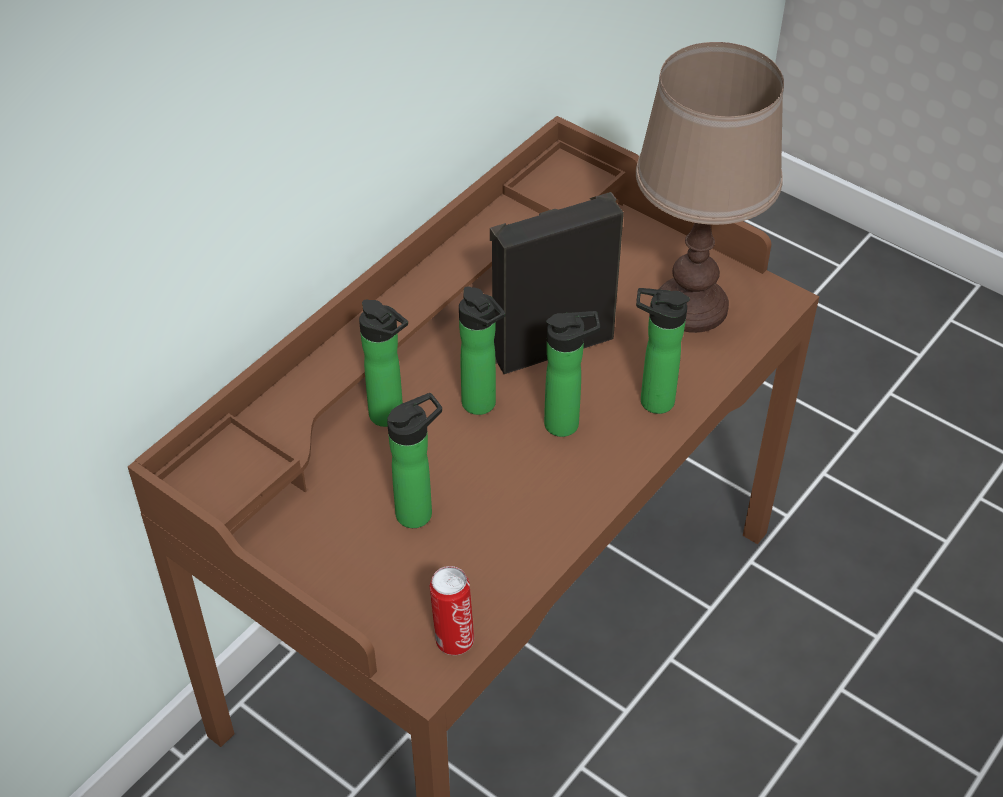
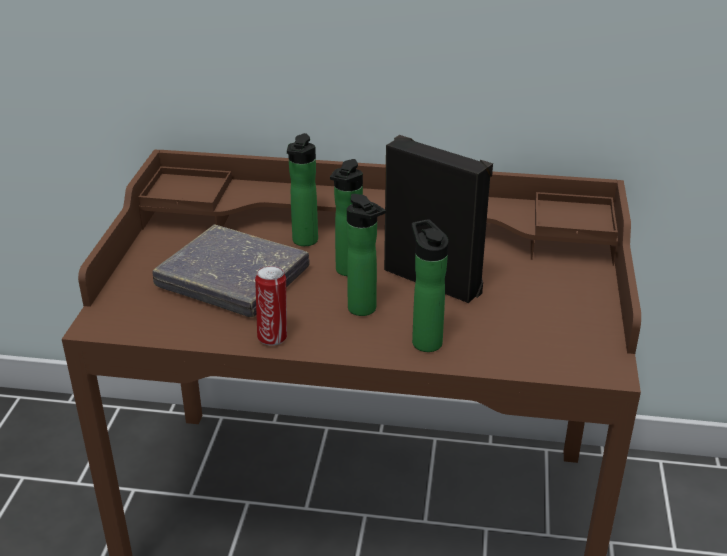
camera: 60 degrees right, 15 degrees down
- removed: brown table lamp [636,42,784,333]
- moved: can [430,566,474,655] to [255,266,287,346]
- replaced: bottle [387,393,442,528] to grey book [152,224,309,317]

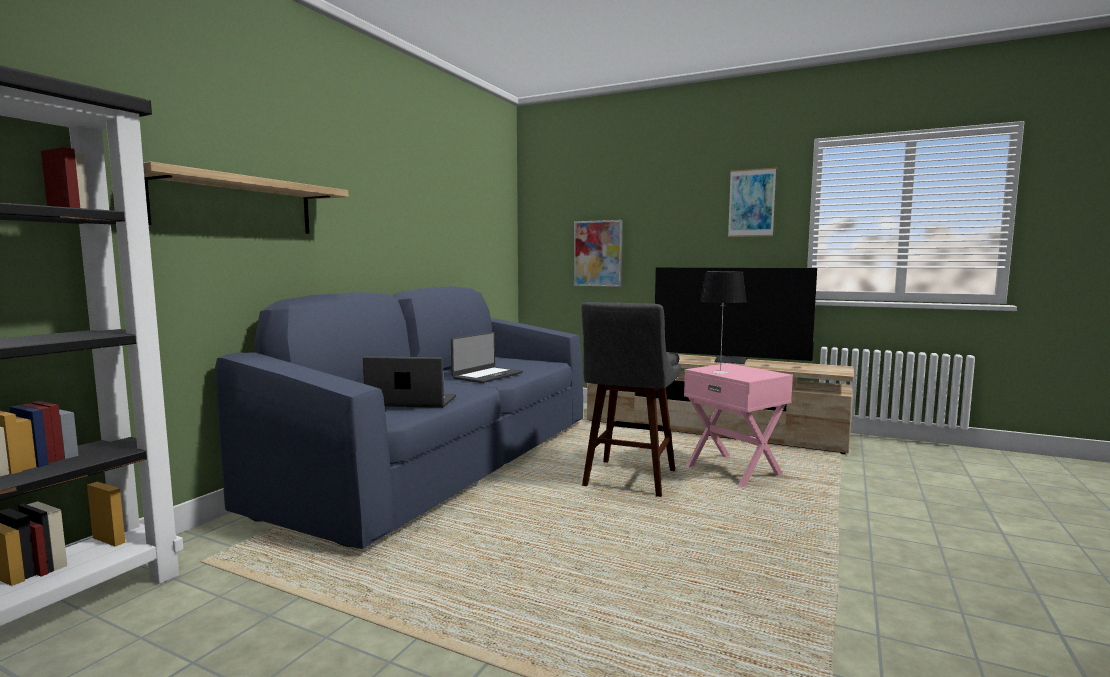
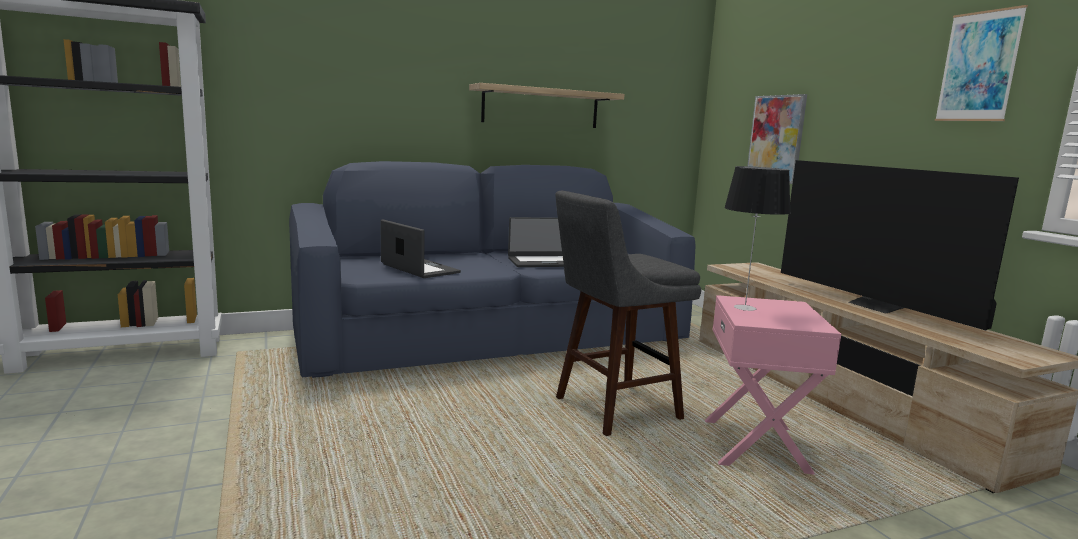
camera: 40 degrees right, 5 degrees up
- moved: shelf [143,162,348,234] to [469,83,625,128]

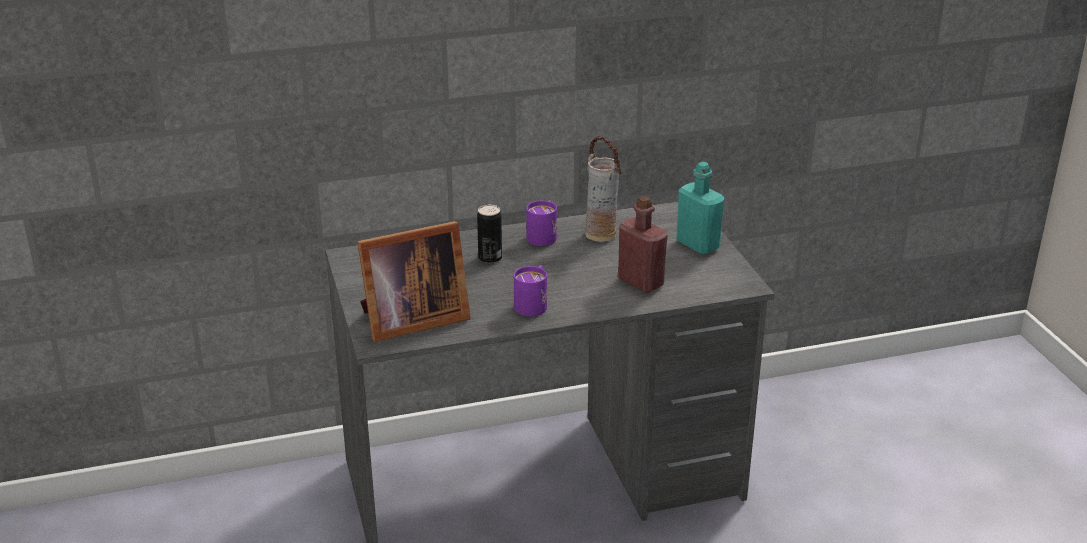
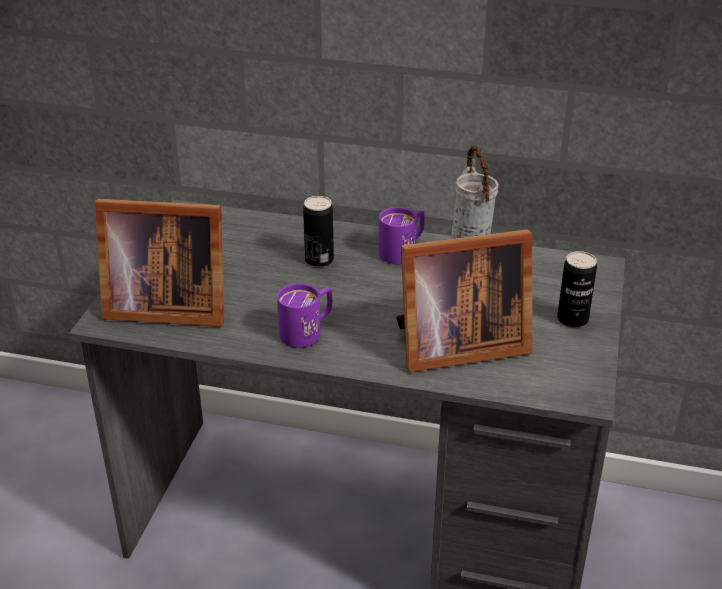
camera: 30 degrees right, 5 degrees up
- replaced: red bottle [618,196,668,293] to picture frame [396,229,532,372]
- replaced: turquoise bottle [676,162,724,255] to can [557,251,597,327]

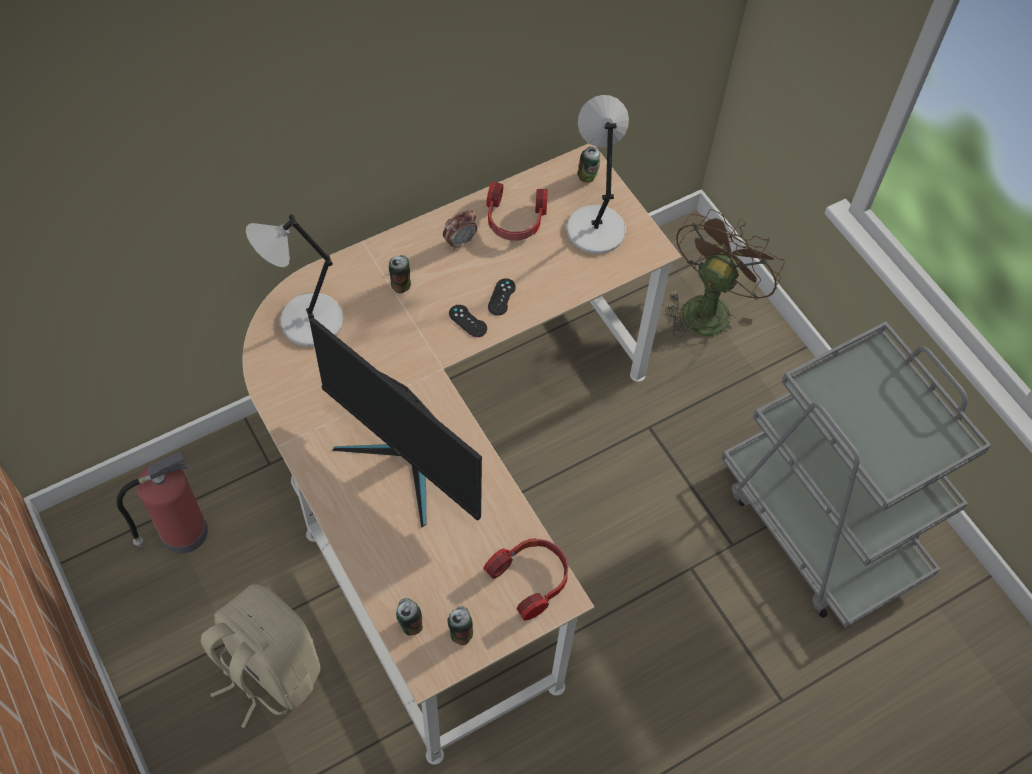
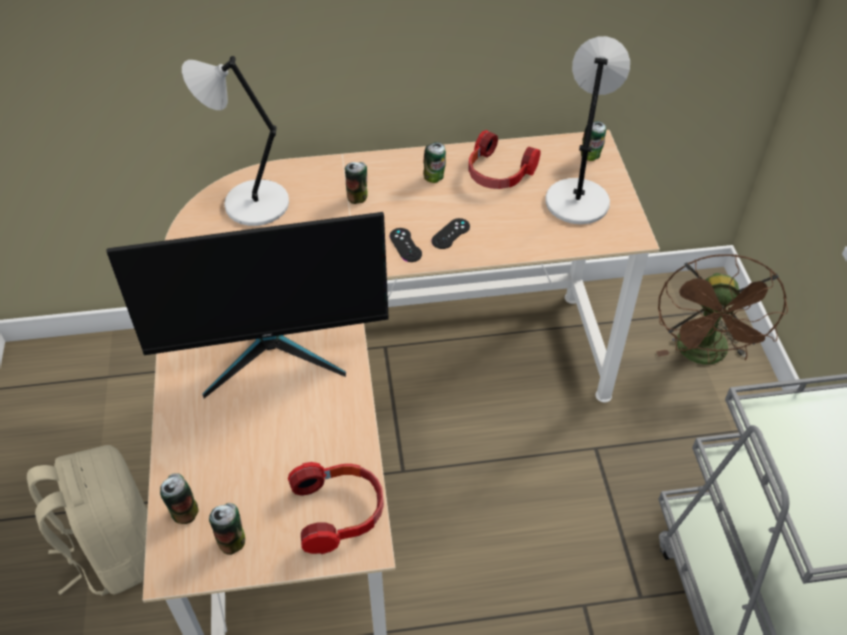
camera: 25 degrees right, 10 degrees down
- removed: fire extinguisher [117,451,208,554]
- replaced: alarm clock [443,210,477,250] to can [423,142,446,183]
- turned: monitor [309,317,482,528] = [106,212,389,398] 75 degrees counterclockwise
- turned: brown fan [665,209,785,338] = [656,254,788,365] 135 degrees clockwise

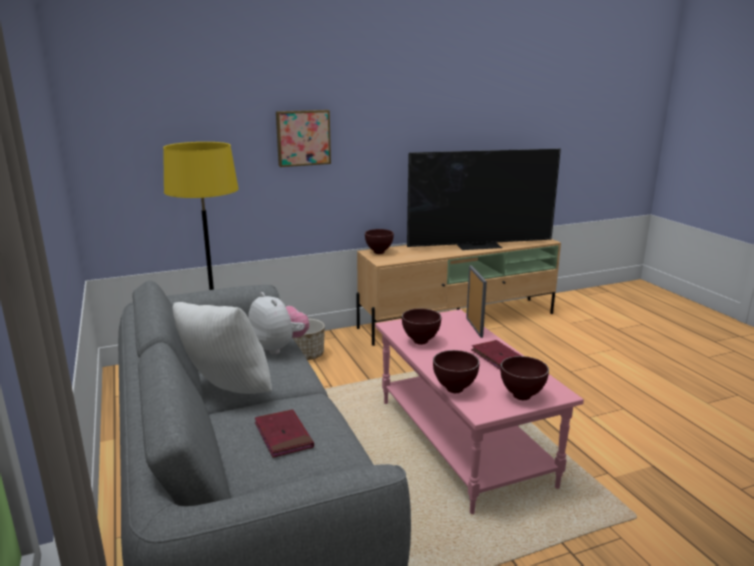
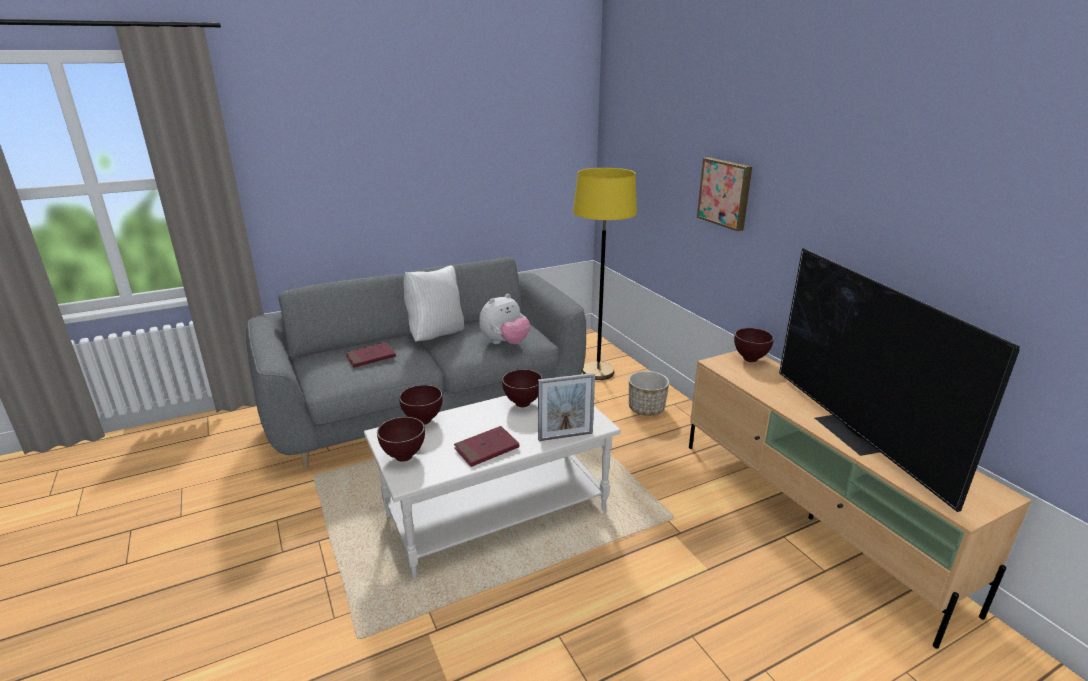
camera: 85 degrees right, 5 degrees up
- recoloured: pink coffee table [375,309,584,514] to white coffee table [364,395,621,579]

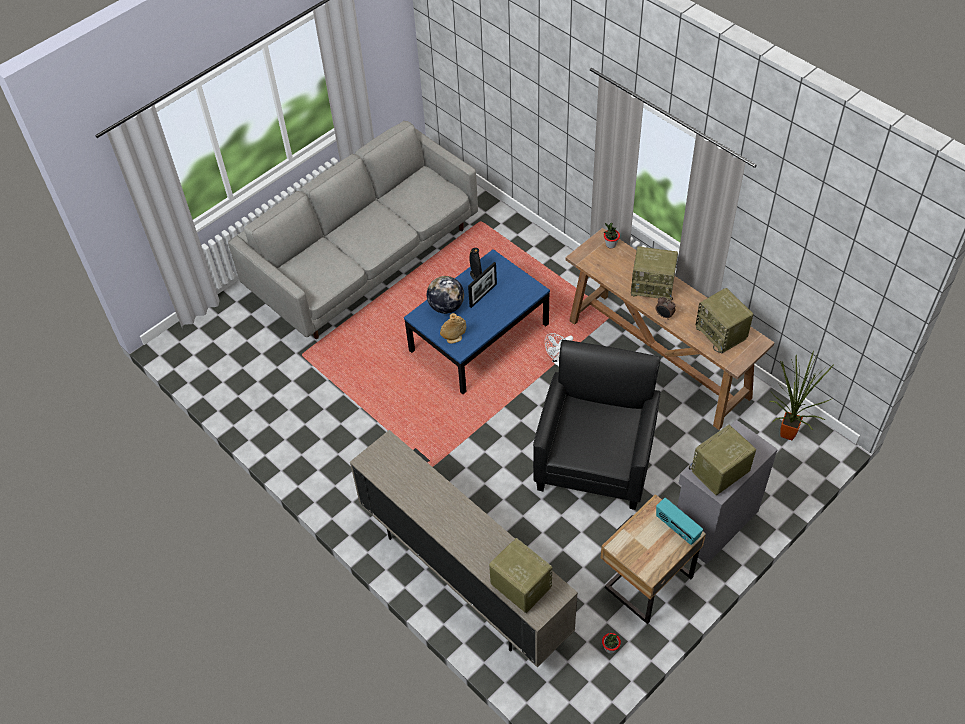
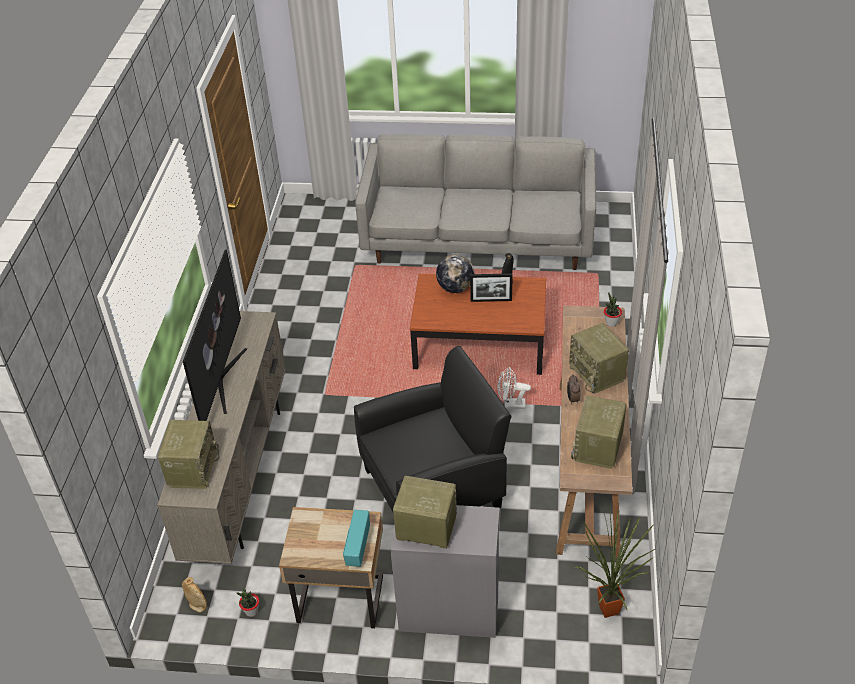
camera: 50 degrees right, 10 degrees down
- added: television [183,250,247,421]
- moved: beige vase [440,313,466,344] to [182,577,207,612]
- recoloured: blue coffee table [404,249,550,394] to brown coffee table [410,274,546,375]

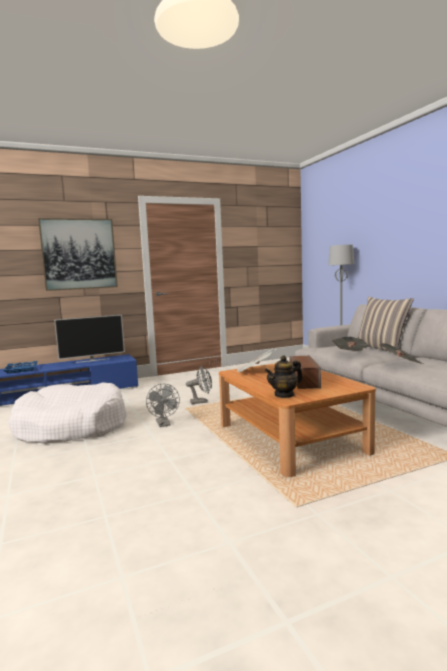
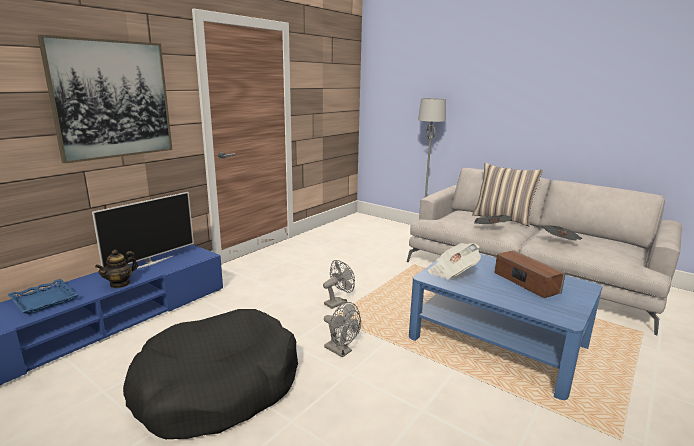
camera: 30 degrees left, 10 degrees up
- moved: teapot [265,356,303,398] to [95,250,138,288]
- recoloured: white dog bed [9,382,126,444] to black dog bed [123,309,298,439]
- recoloured: brown coffee table [219,361,376,477] to blue coffee table [409,253,602,400]

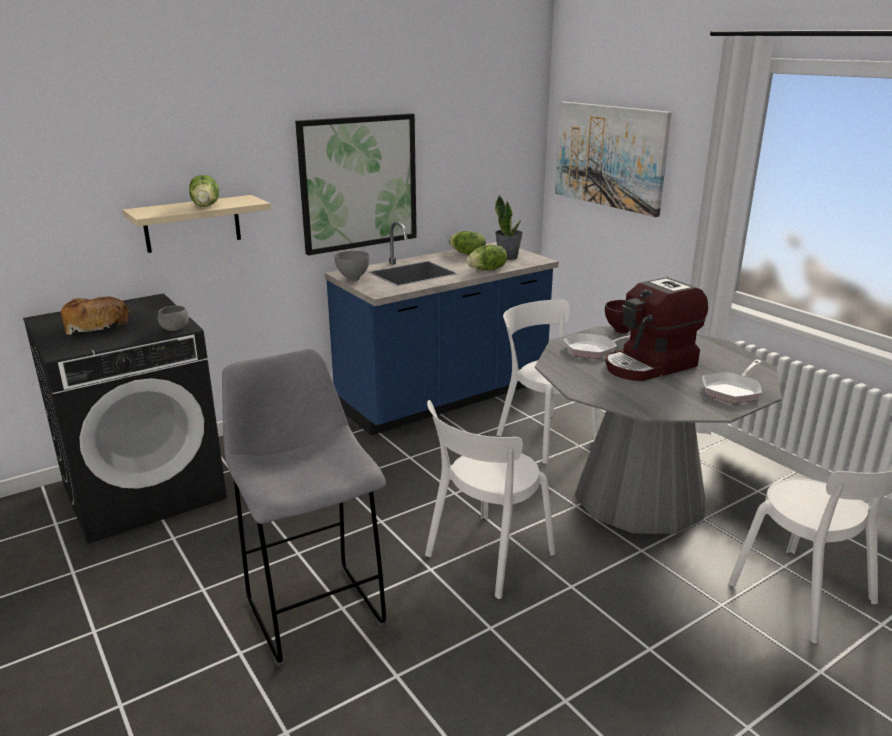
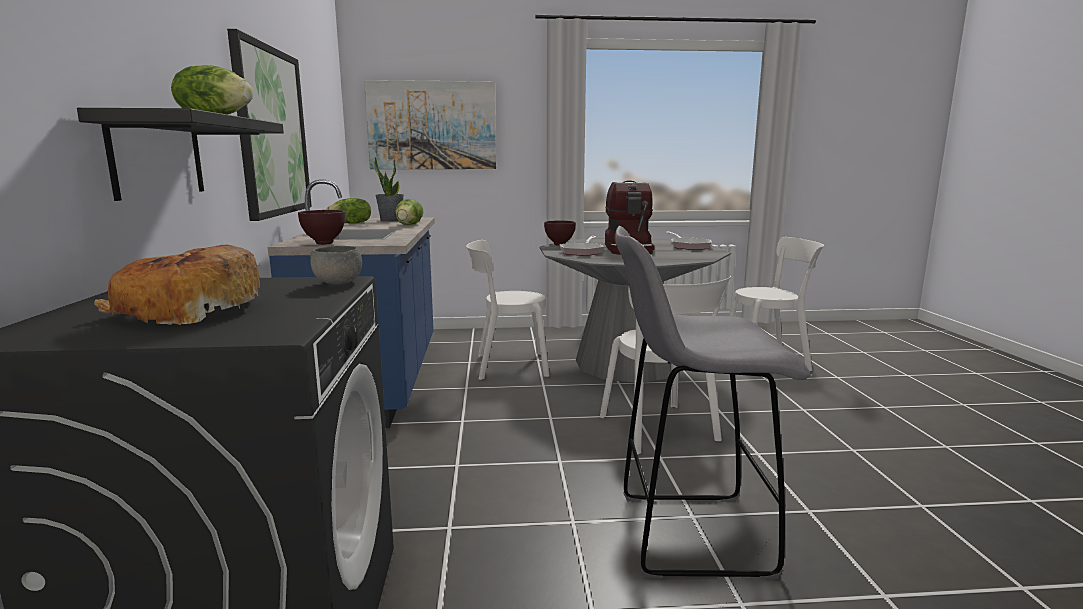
camera: 60 degrees left, 10 degrees down
- recoloured: beige shelf [122,195,271,253] to black shelf [77,108,284,201]
- recoloured: grey bowl [334,251,370,281] to brown bowl [298,210,345,245]

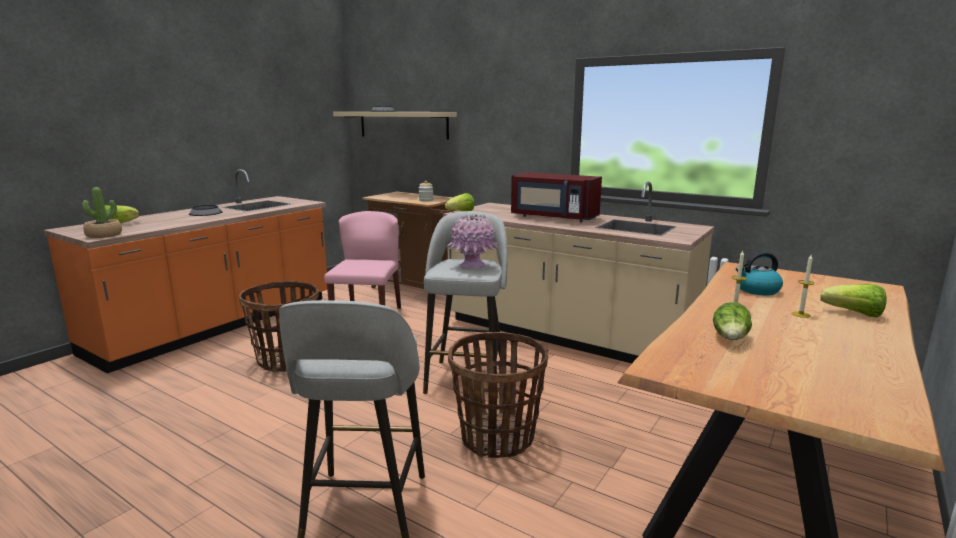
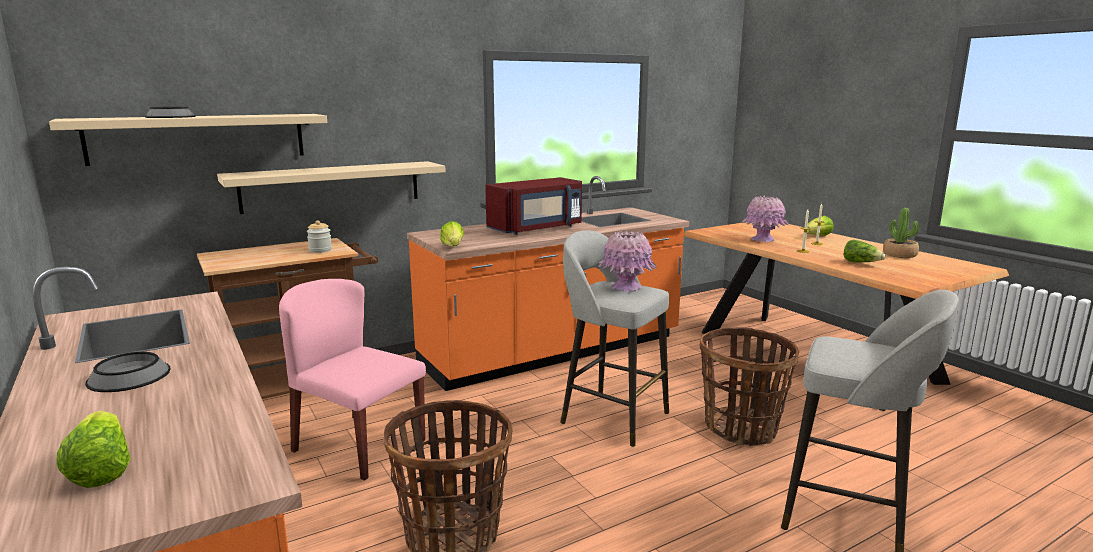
camera: 65 degrees left, 0 degrees up
- added: beige shelf [217,161,446,214]
- moved: potted plant [82,187,122,238] to [883,208,919,258]
- replaced: kettle [736,252,783,296] to pink vase [742,196,789,242]
- recoloured: beige counter [443,182,715,364] to orange counter [407,176,689,391]

